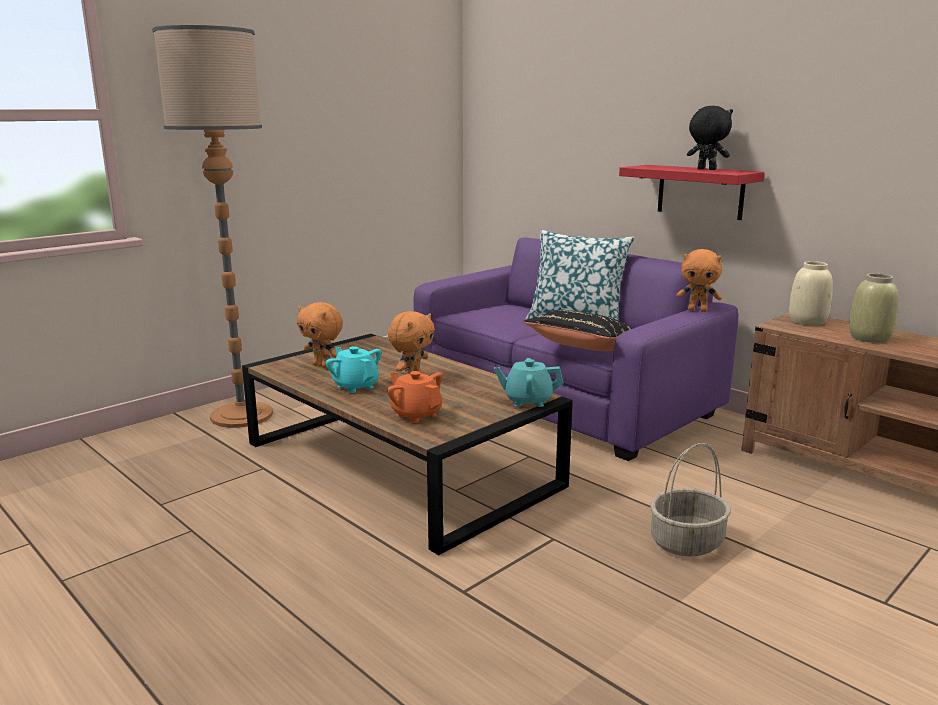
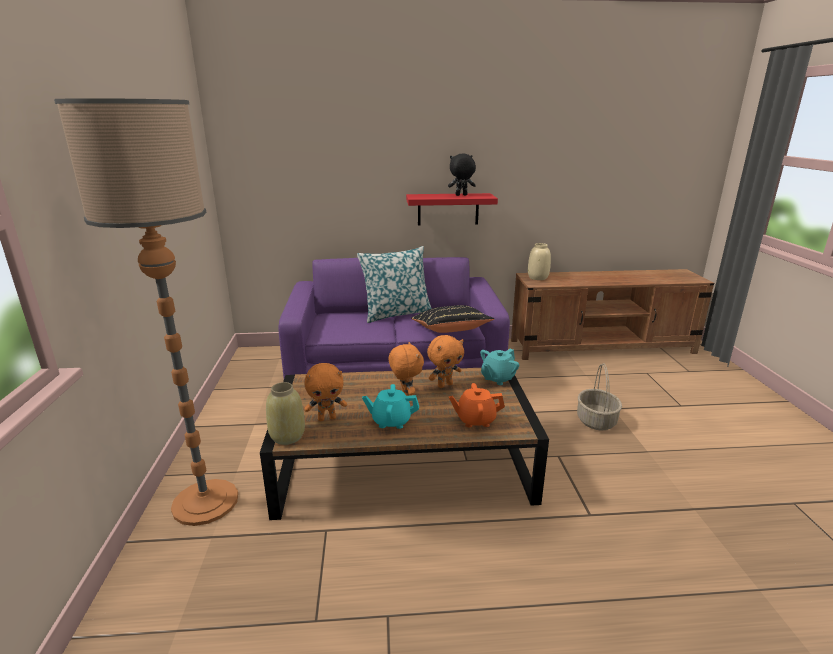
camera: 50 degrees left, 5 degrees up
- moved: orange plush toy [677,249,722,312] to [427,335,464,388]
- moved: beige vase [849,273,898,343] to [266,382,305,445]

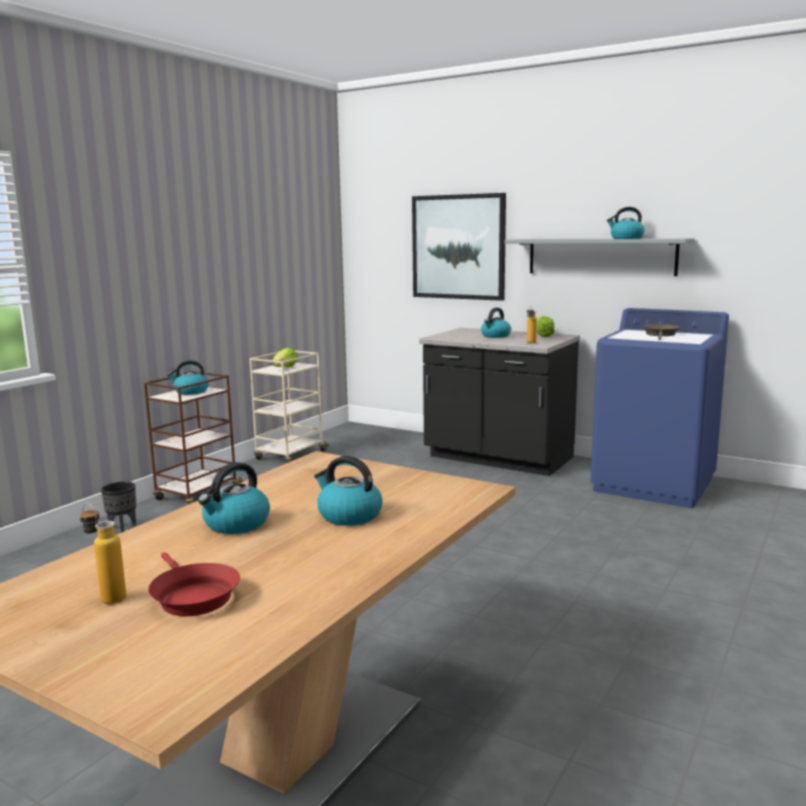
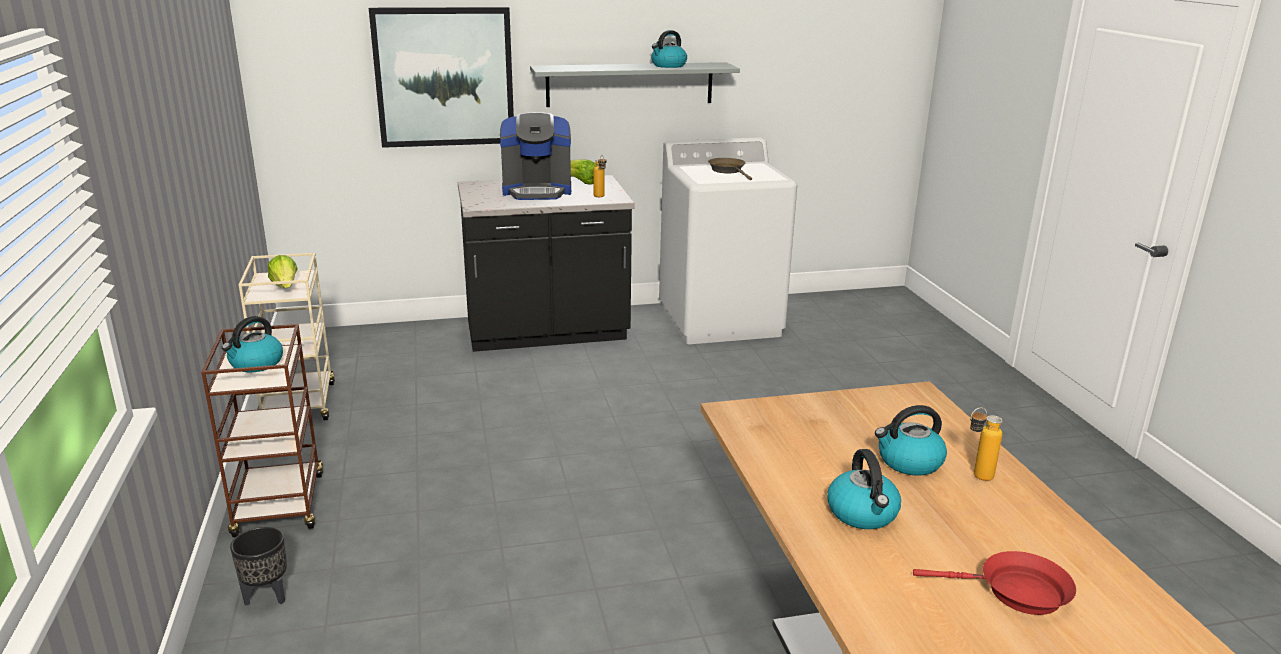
camera: 45 degrees left, 10 degrees up
- moved: bottle [80,503,126,604] to [970,407,1002,481]
- replaced: kettle [481,307,511,338] to coffee machine [500,112,571,200]
- recoloured: blue washing machine [590,308,729,508] to white washing machine [659,137,797,344]

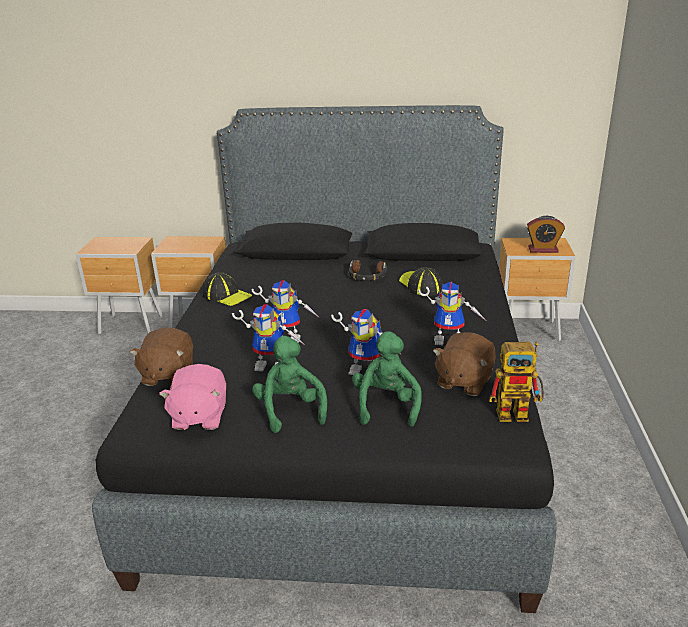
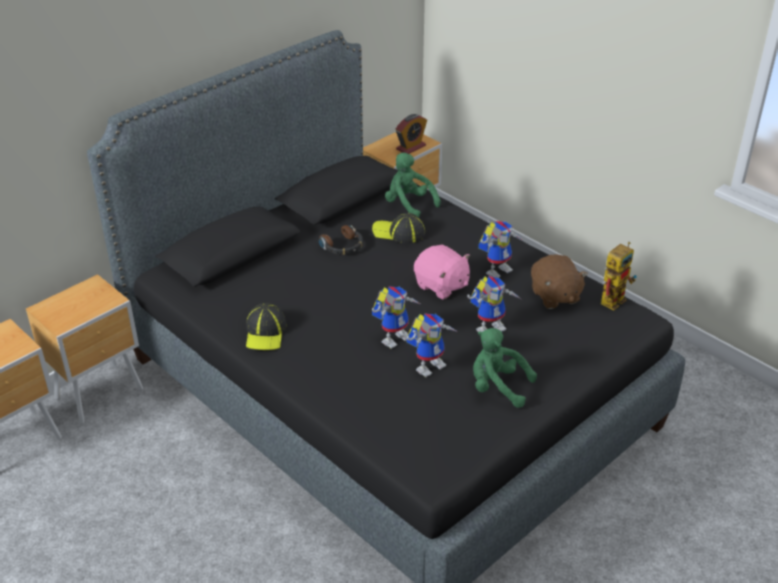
camera: 50 degrees left, 10 degrees up
- removed: brown plush toy [130,327,193,386]
- moved: pink plush toy [159,364,226,430] to [414,245,470,299]
- moved: green plush toy [352,331,422,427] to [385,153,441,217]
- turned: cap [203,272,252,306] = [246,303,287,350] 105 degrees clockwise

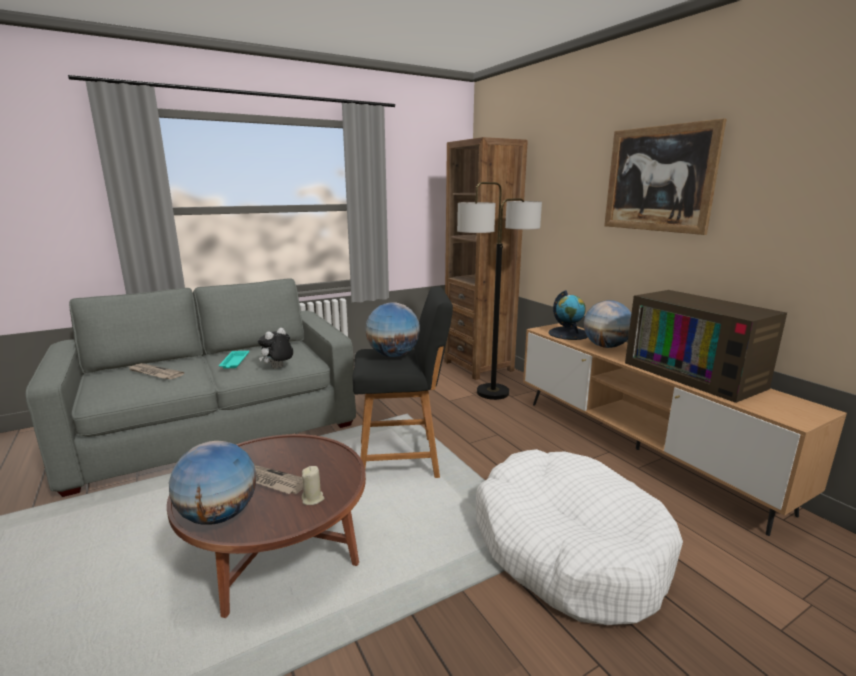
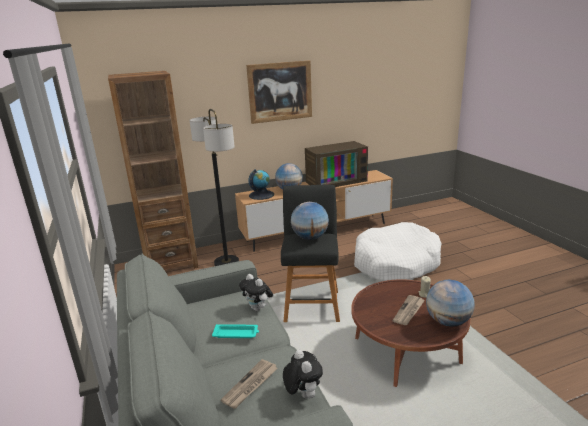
camera: 80 degrees left, 5 degrees up
- added: plush toy [283,350,323,398]

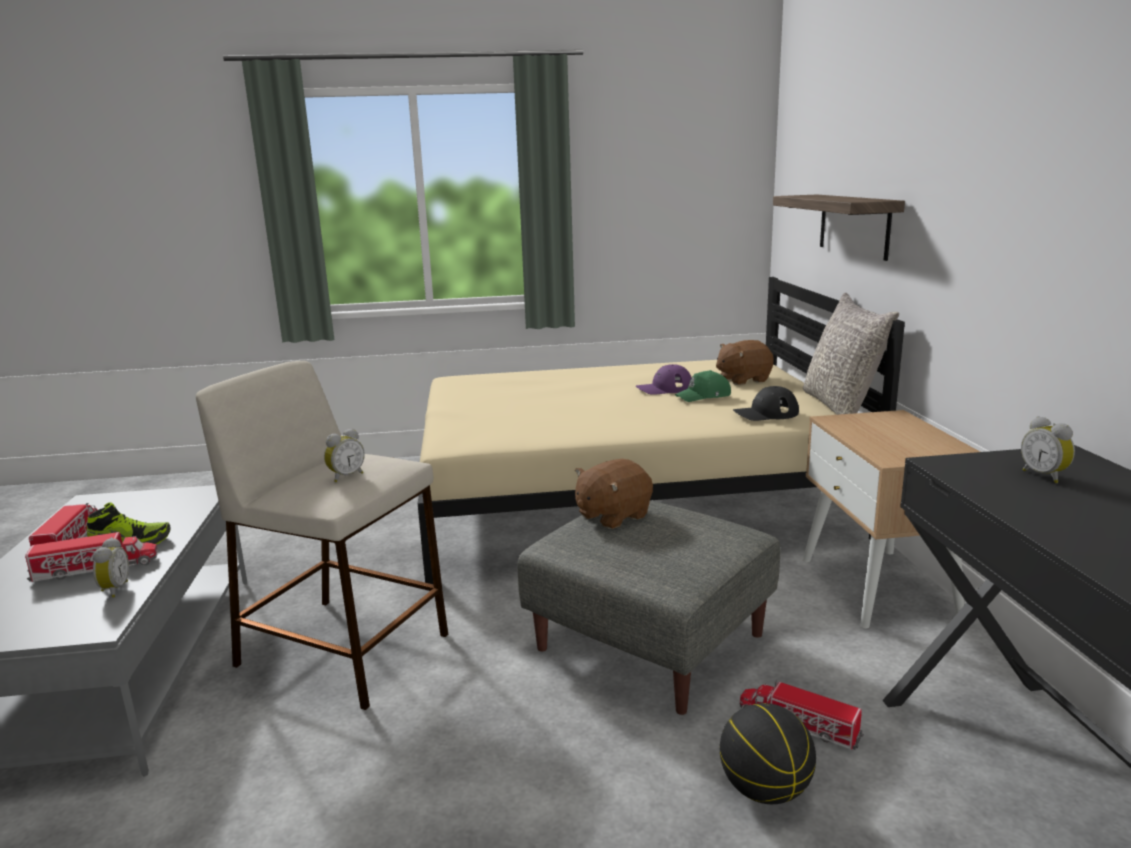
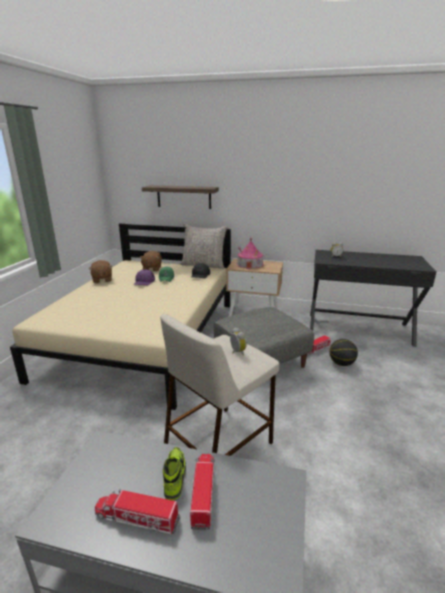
camera: 70 degrees left, 5 degrees up
- removed: alarm clock [93,537,129,598]
- added: toy house [237,238,264,269]
- moved: brown plush toy [575,459,653,529] to [89,260,112,283]

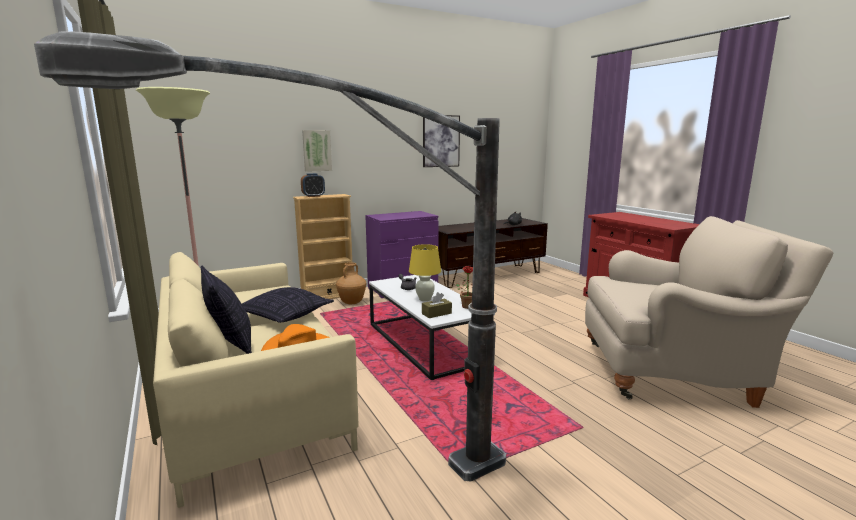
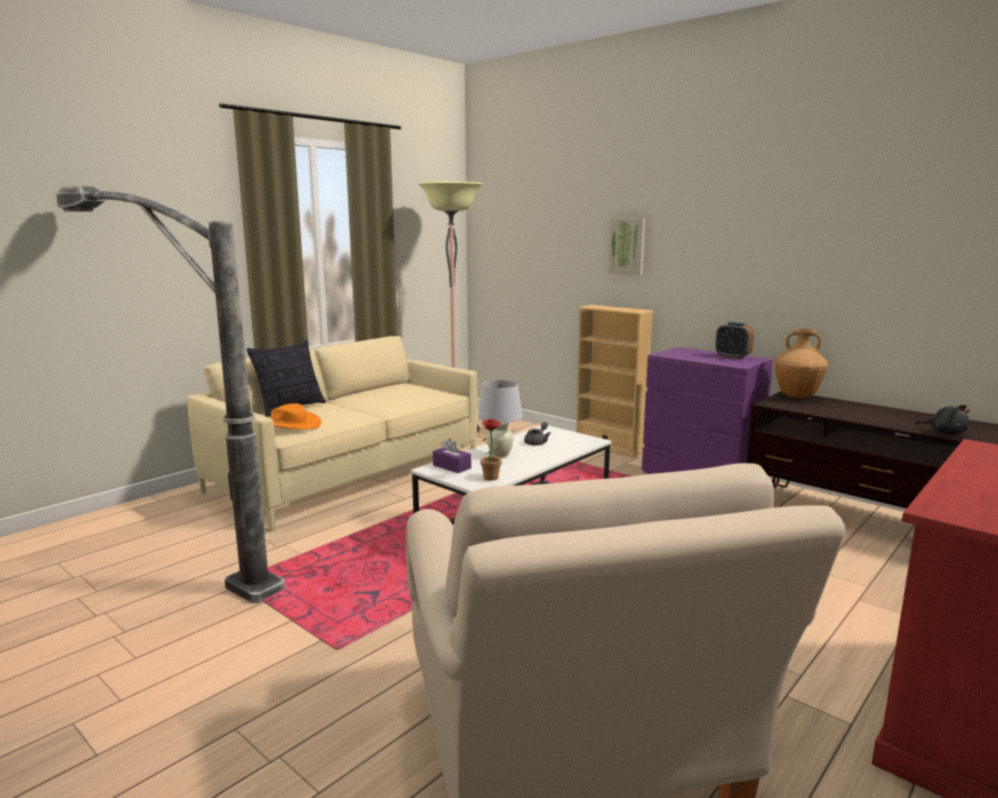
camera: 70 degrees right, 0 degrees up
- removed: pillow [242,287,334,323]
- removed: picture [423,115,460,167]
- moved: alarm clock [301,173,325,197] to [715,322,754,359]
- moved: brown vase [336,262,366,304] to [774,329,828,398]
- recoloured: yellow table lamp [409,244,441,301] to white table lamp [478,380,523,458]
- recoloured: brown tissue box [422,292,452,318] to purple tissue box [433,438,471,473]

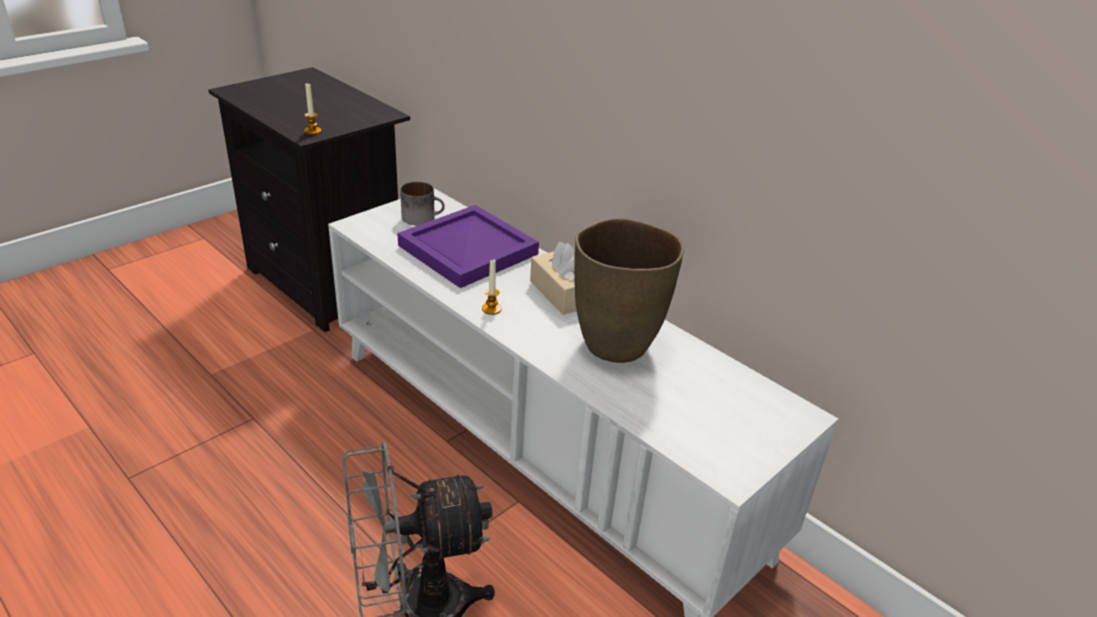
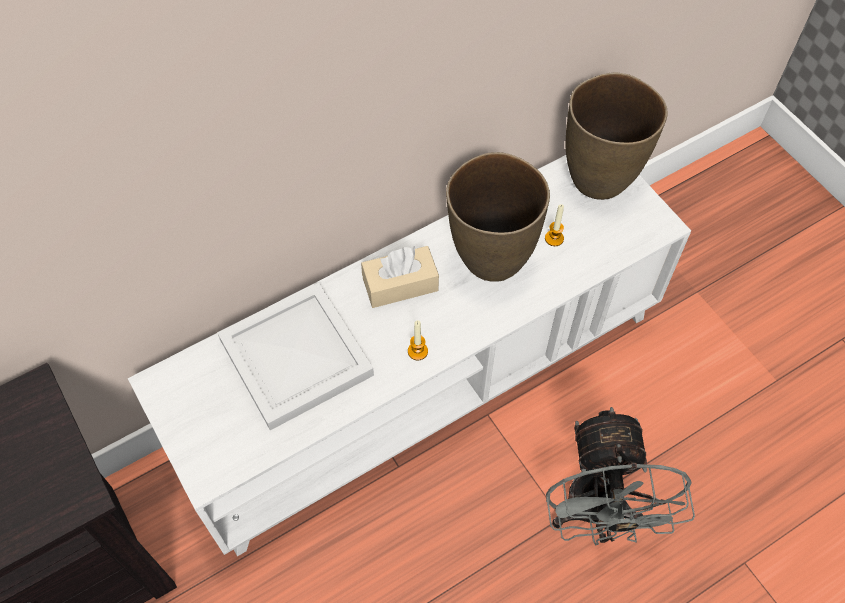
camera: 75 degrees left, 25 degrees up
- removed: mug [400,182,445,226]
- added: brown vase [566,73,668,200]
- moved: candle [304,84,321,135] to [545,204,564,246]
- recoloured: purple tray [397,205,539,288] to white tray [217,283,374,430]

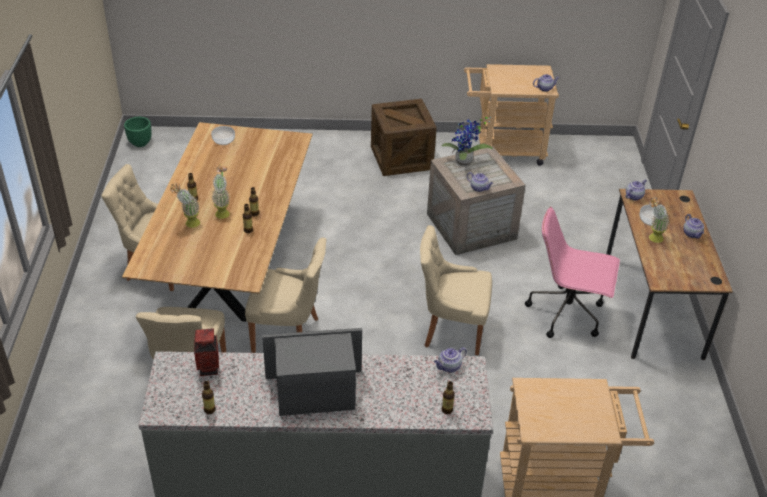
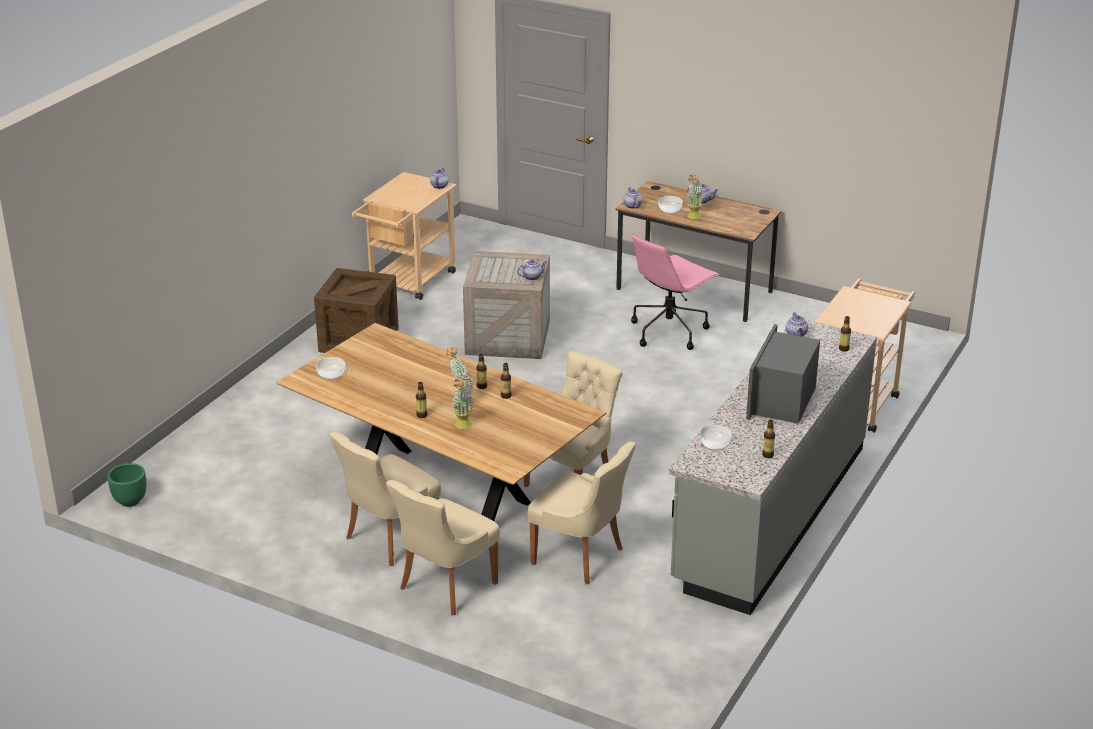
camera: 60 degrees left, 10 degrees down
- removed: potted plant [442,117,493,166]
- moved: beige chair [420,225,492,355] to [386,480,500,615]
- replaced: vase [194,328,219,376] to bowl [700,425,732,451]

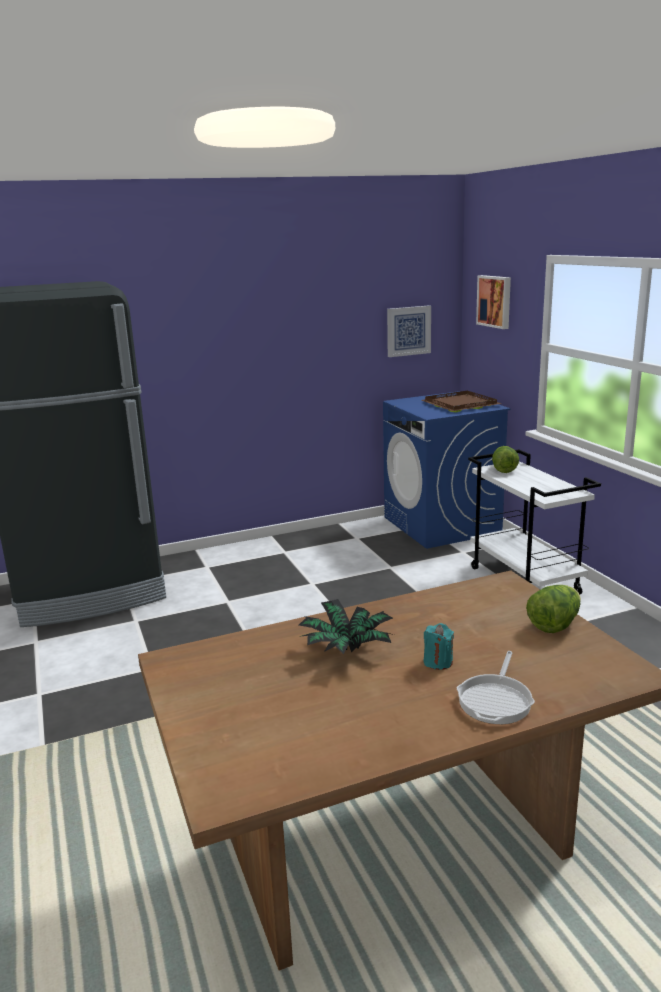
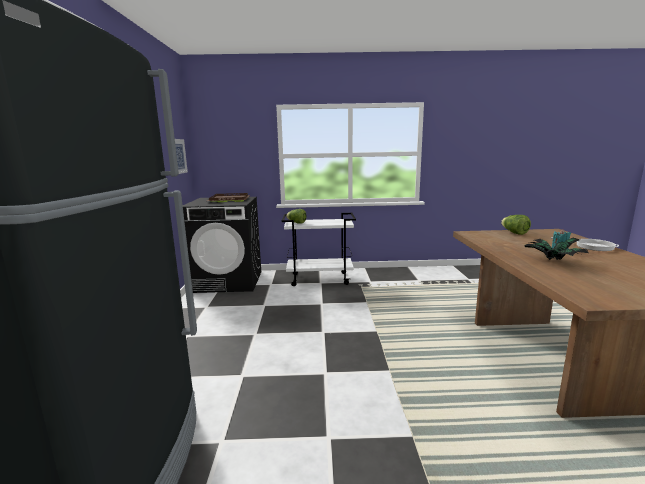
camera: 70 degrees left, 5 degrees down
- removed: picture [476,275,511,329]
- recoloured: blue washing machine [383,391,511,549] to black washing machine [183,197,261,293]

